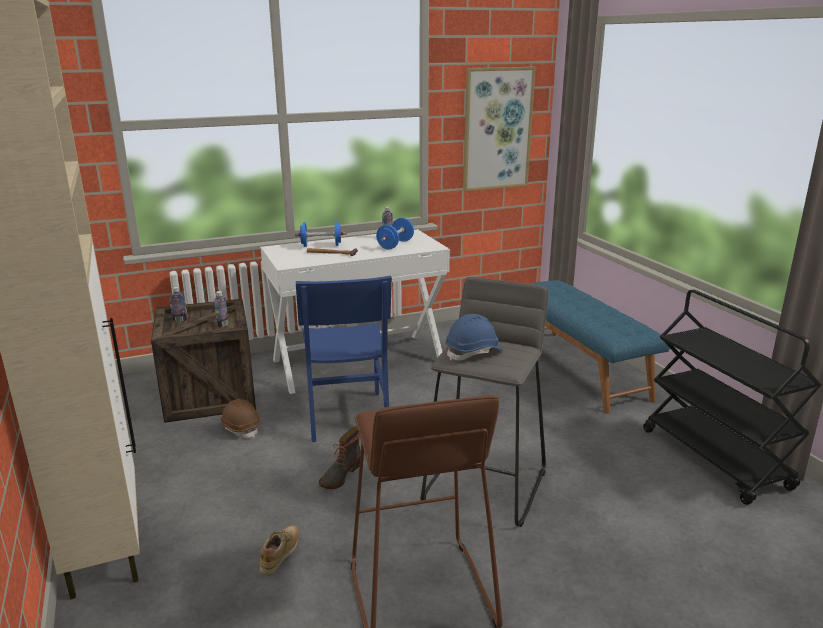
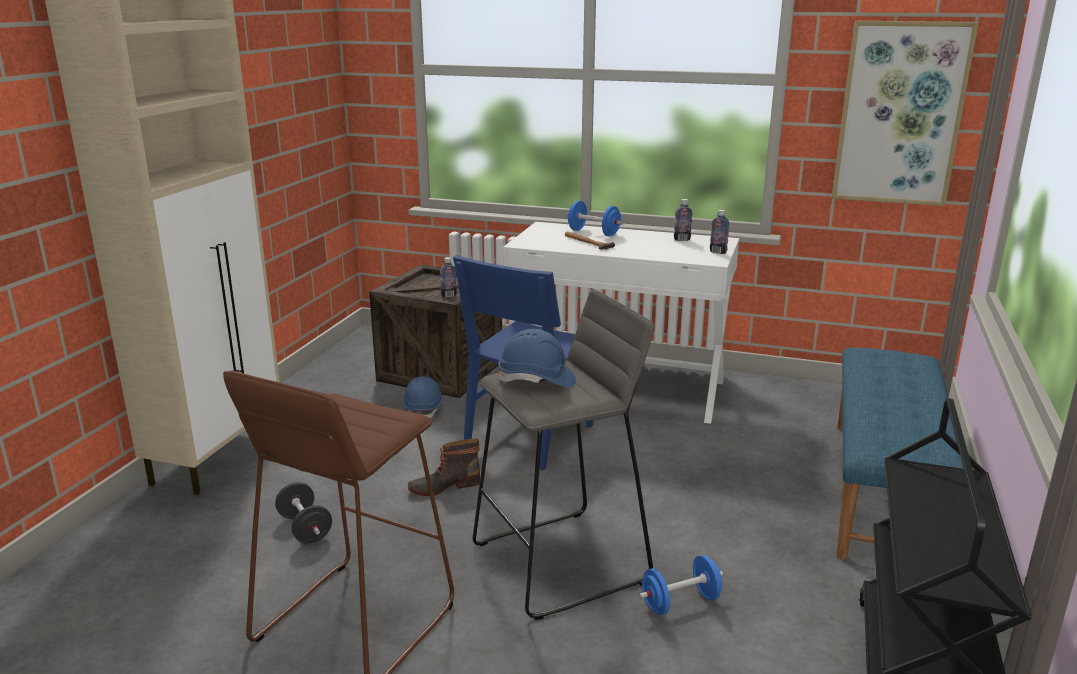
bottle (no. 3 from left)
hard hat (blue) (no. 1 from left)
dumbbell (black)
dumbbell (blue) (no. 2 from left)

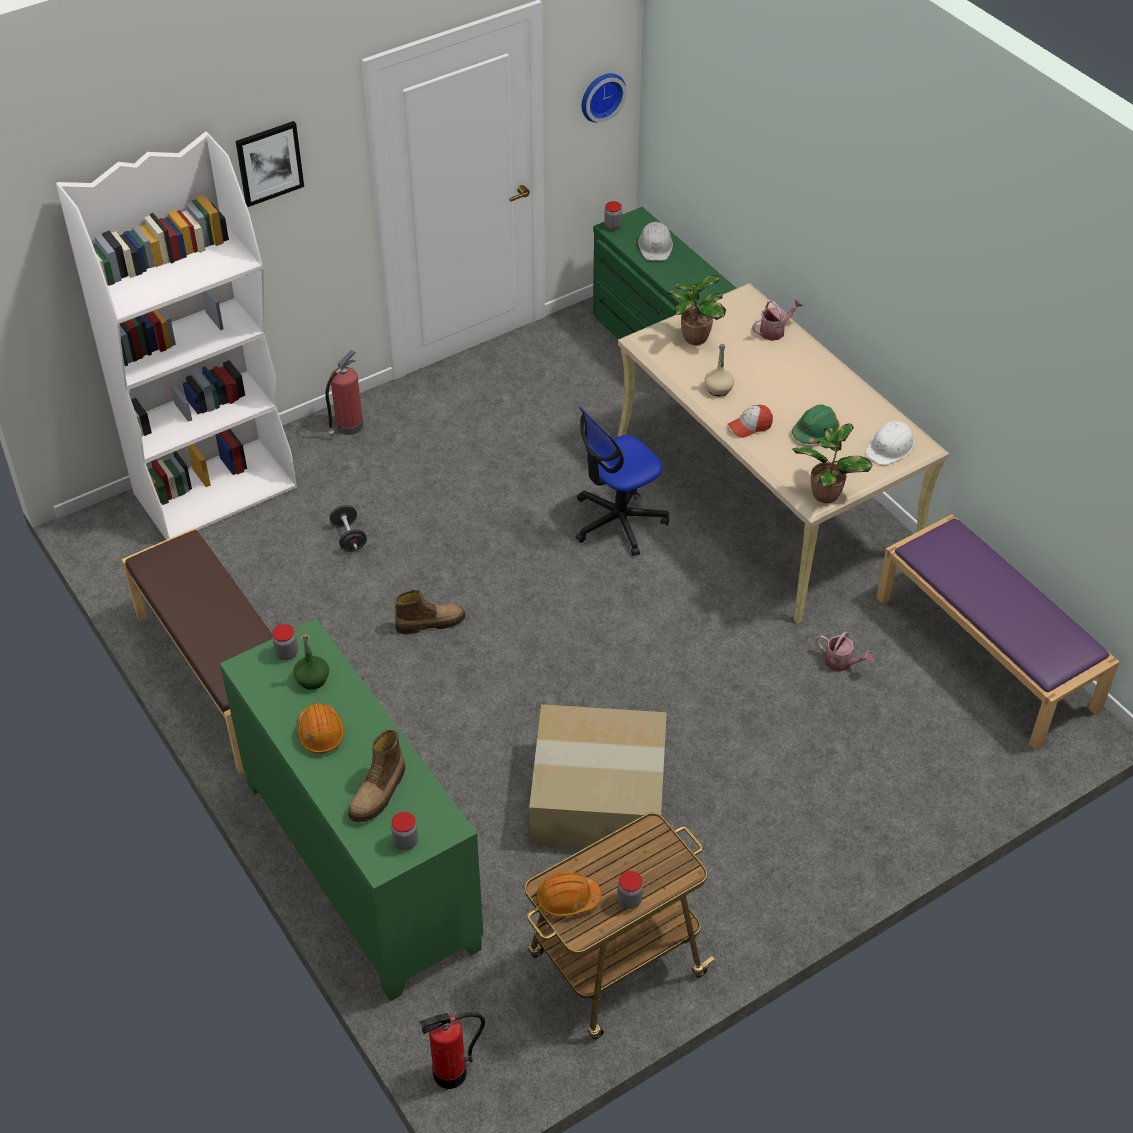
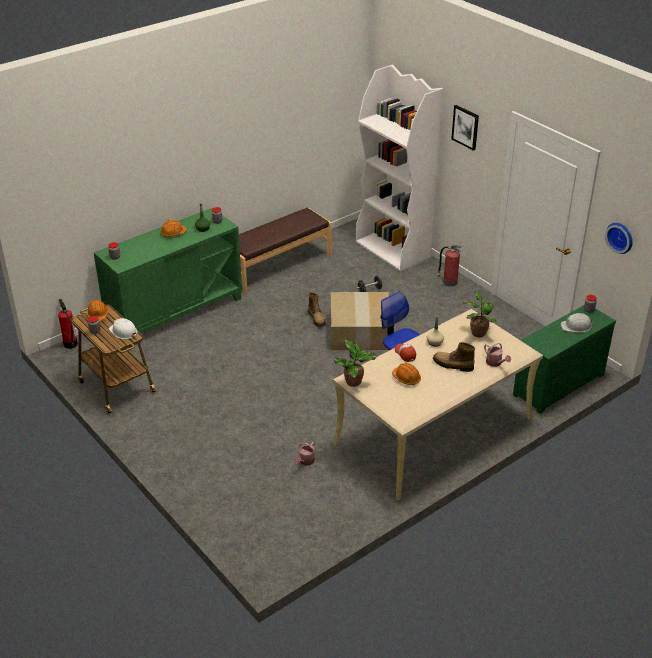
boot (no. 2 from left)
cardboard box
hard hat (orange) (no. 3 from left)
hard hat (white) (no. 1 from left)
bench (purple)

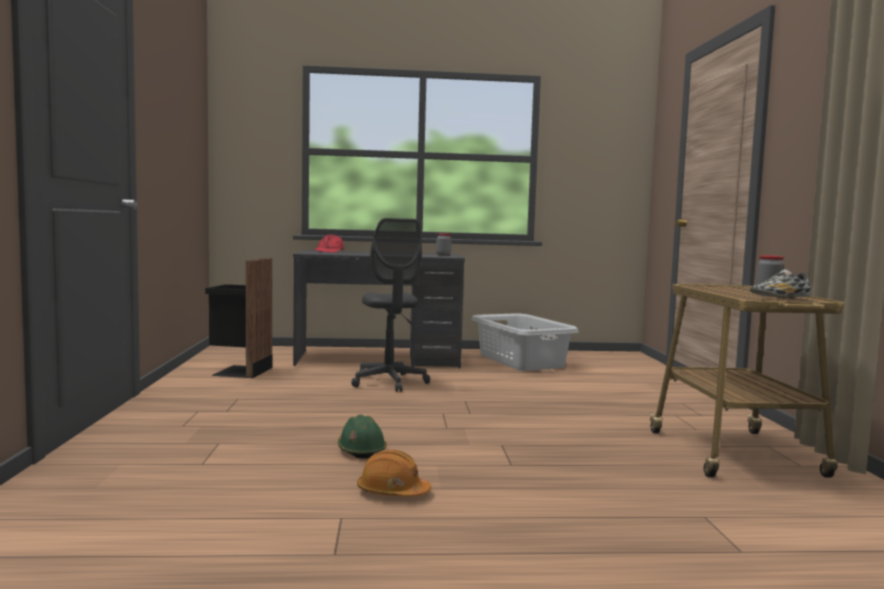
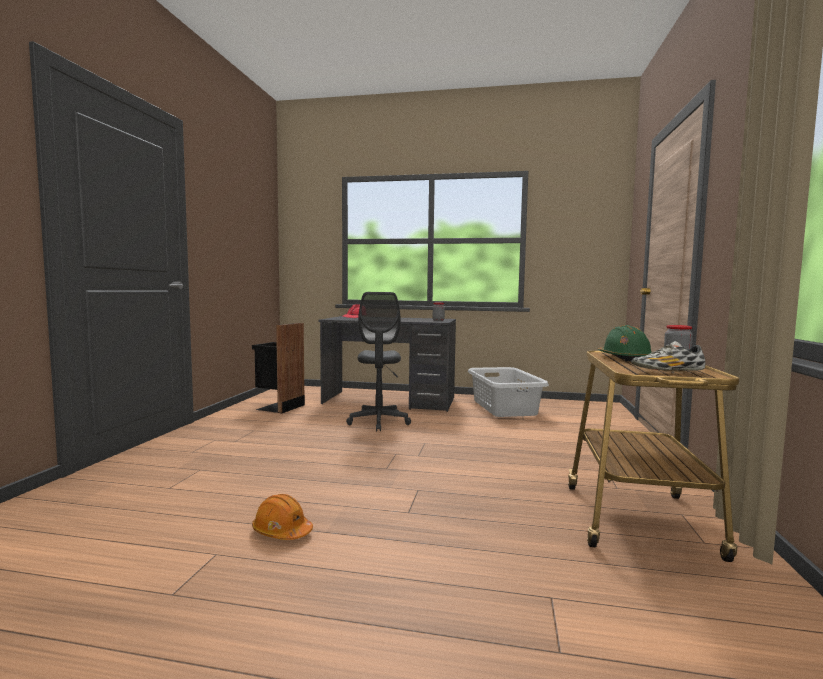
hard hat (green)

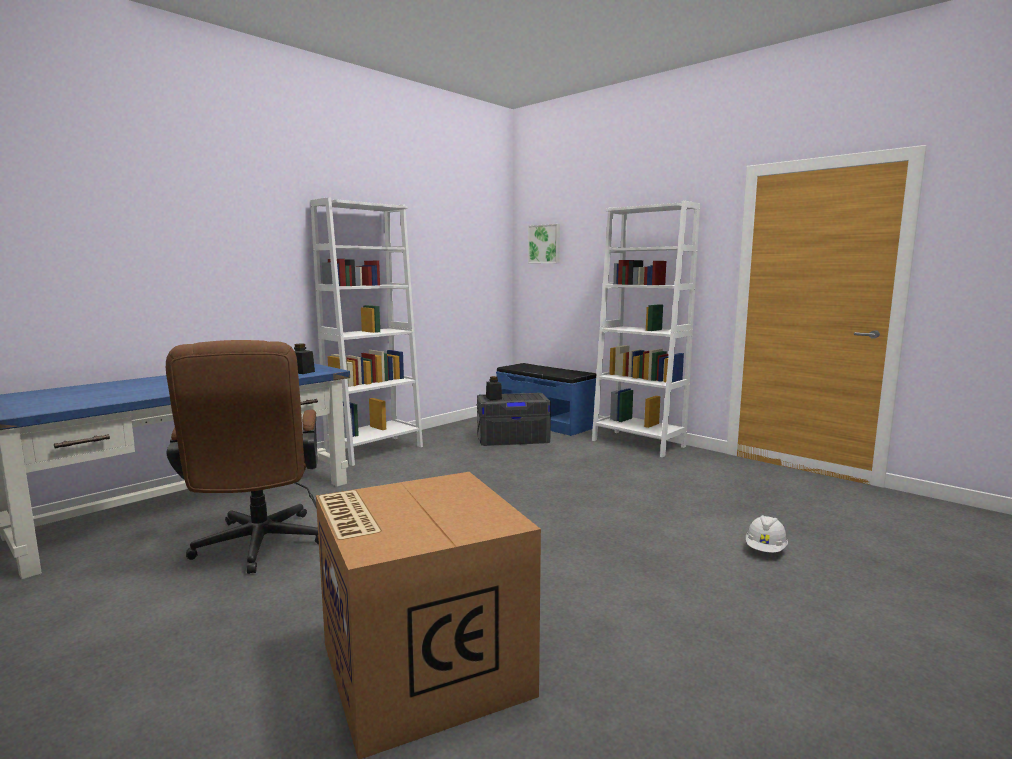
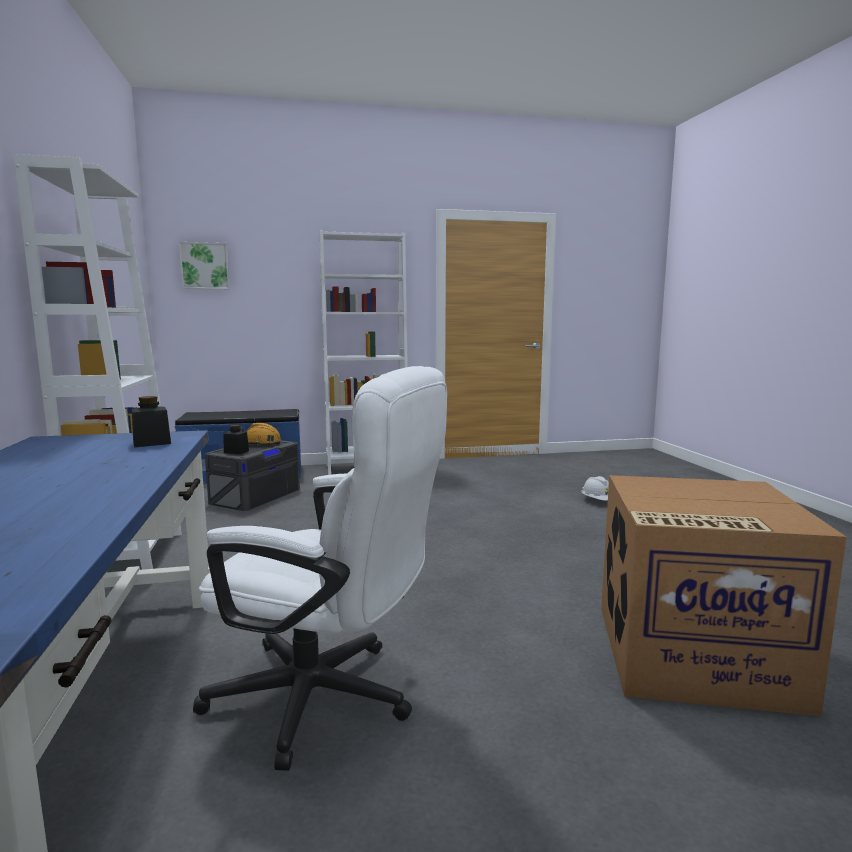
office chair (white)
hard hat (orange)

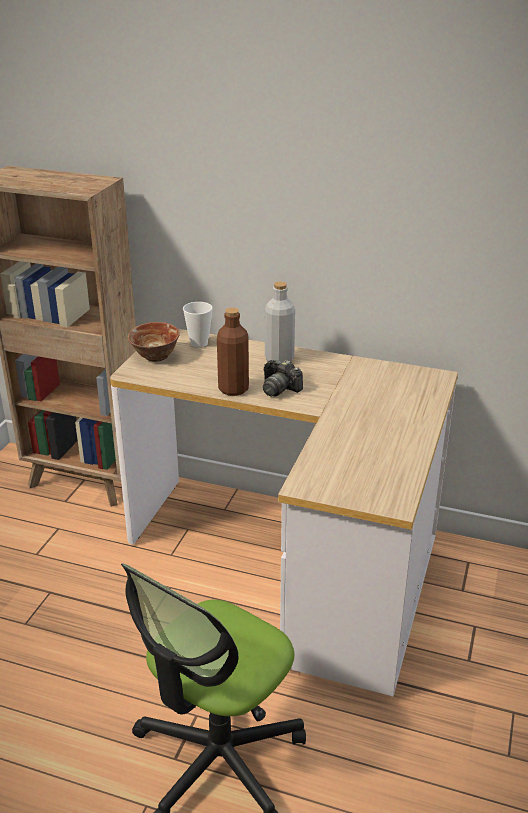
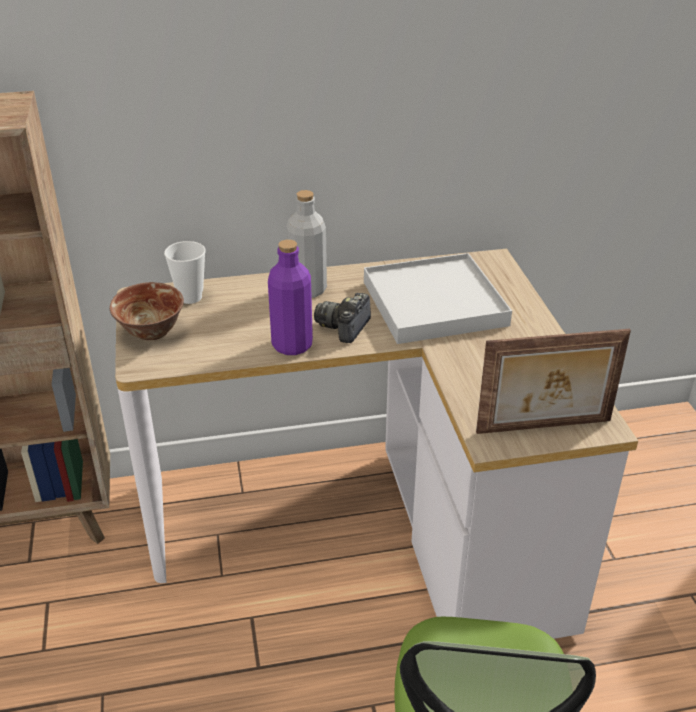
bottle (purple)
photo camera
tray (white)
picture frame

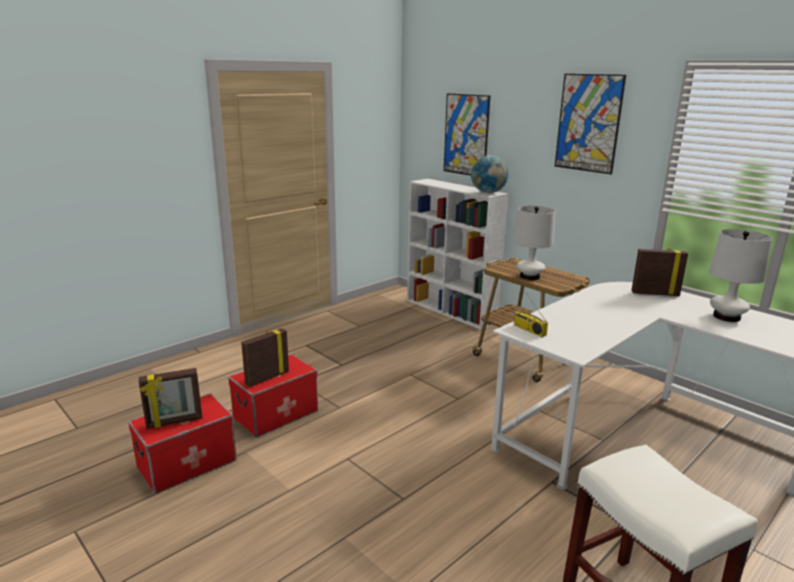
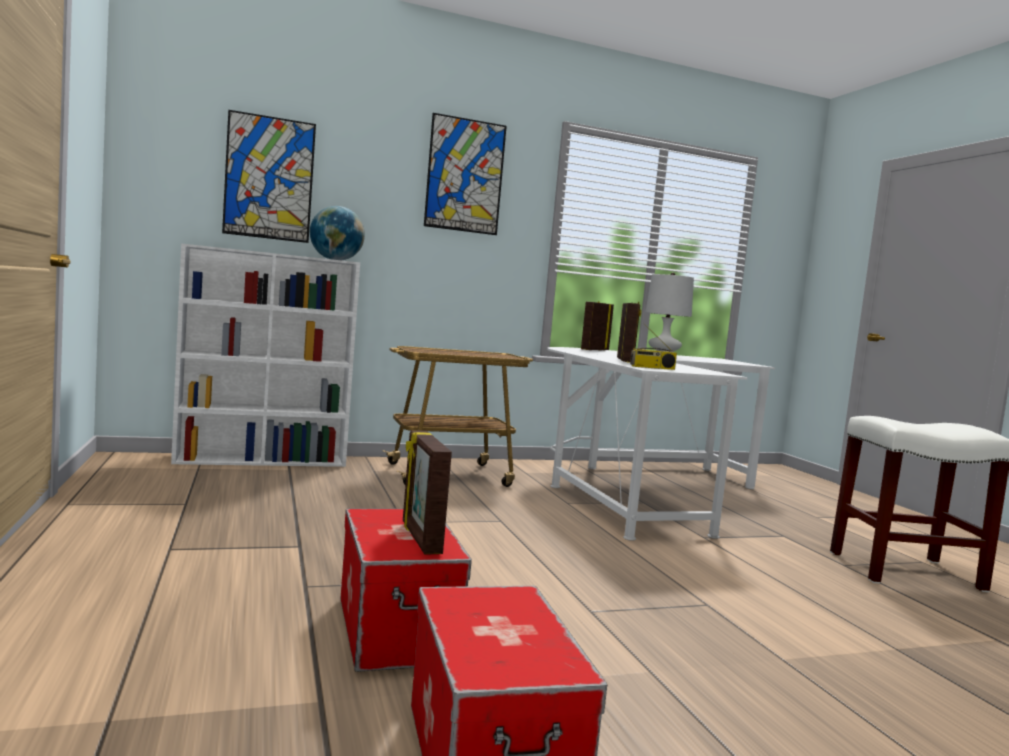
picture frame (no. 3 from left)
table lamp (white) (no. 1 from left in the first image)

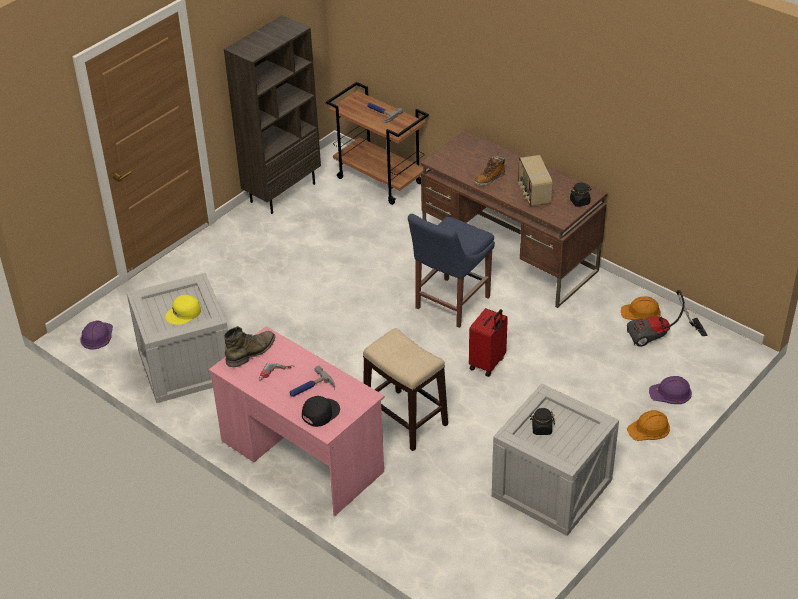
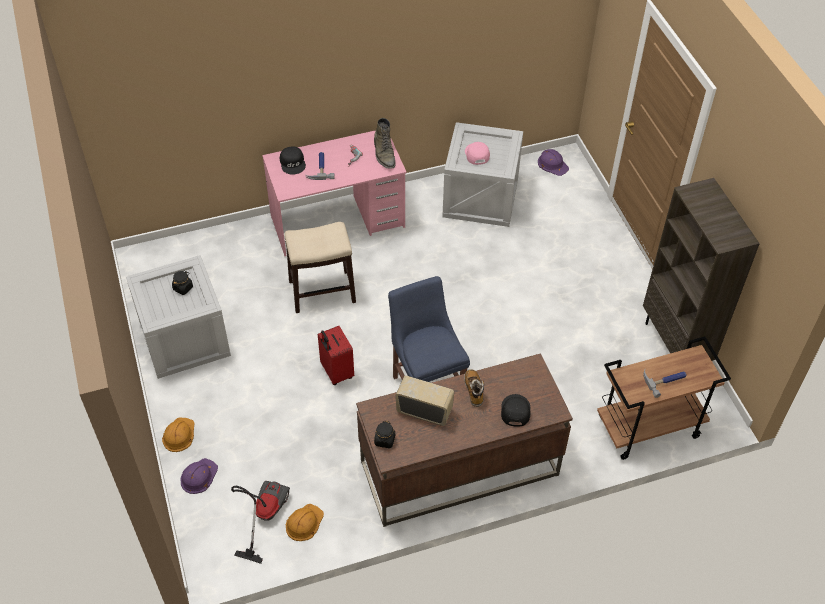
cap (pink)
cap (black) (no. 2 from left)

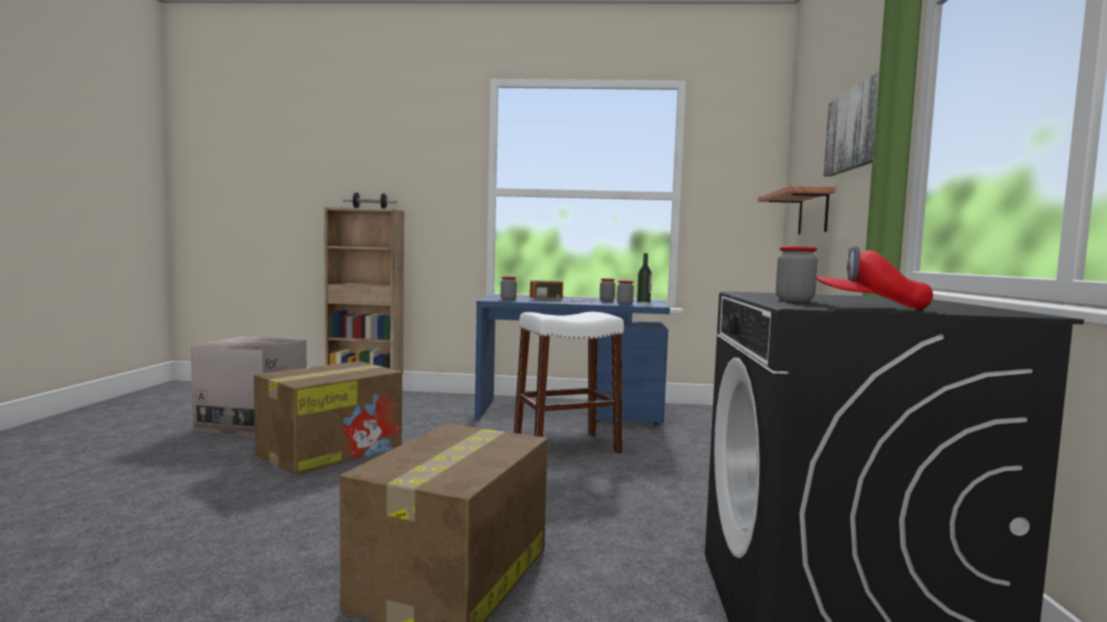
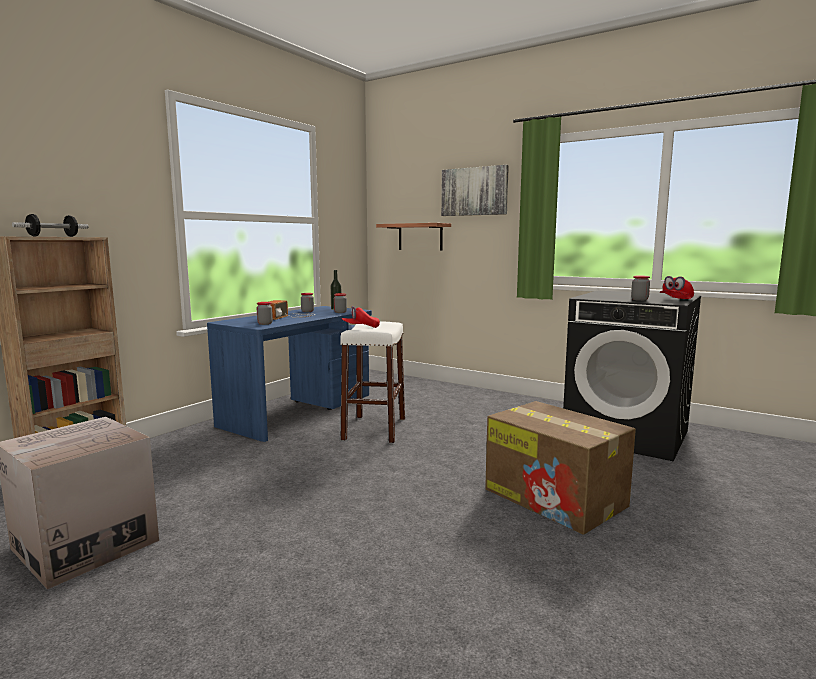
cardboard box (no. 2 from left in the first image)
cap (red) (no. 1 from left)

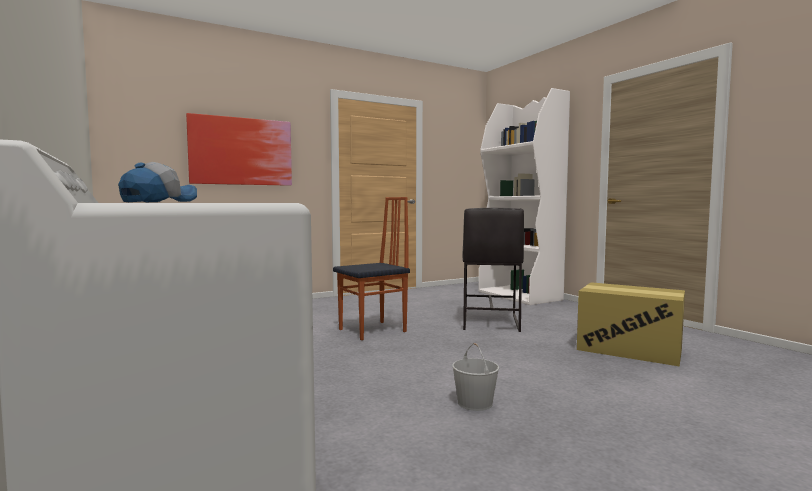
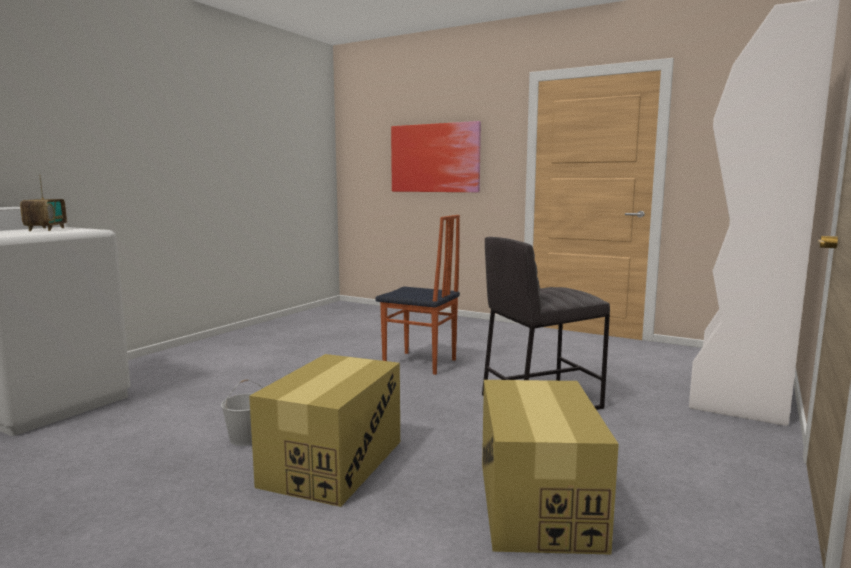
radio
cardboard box (no. 1 from left)

